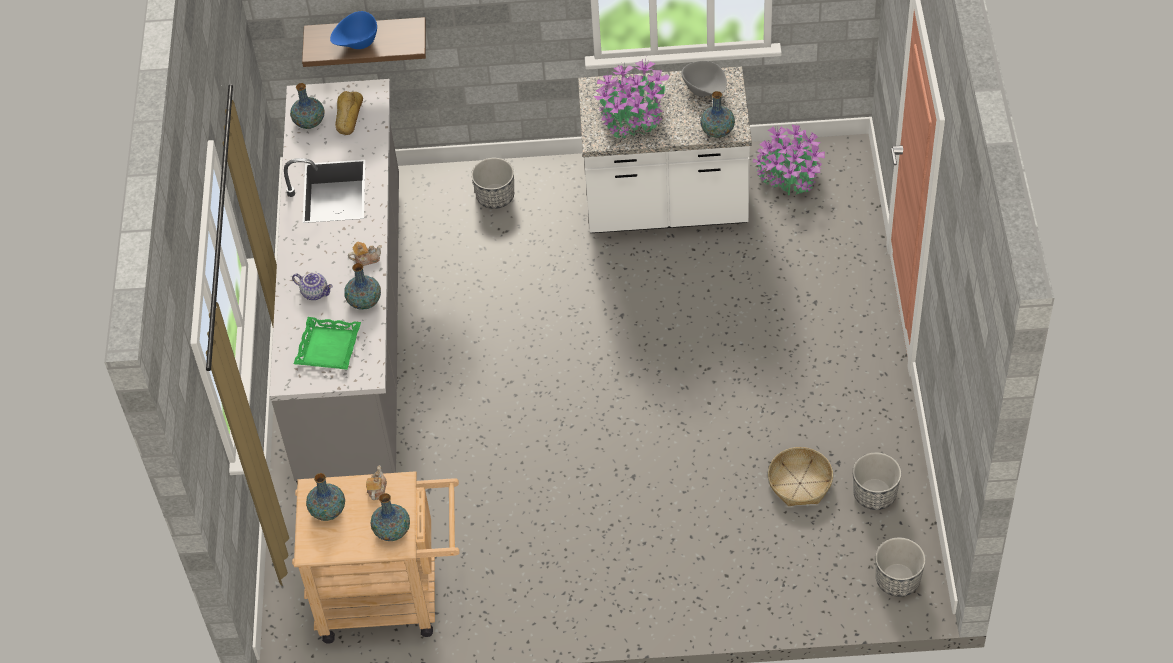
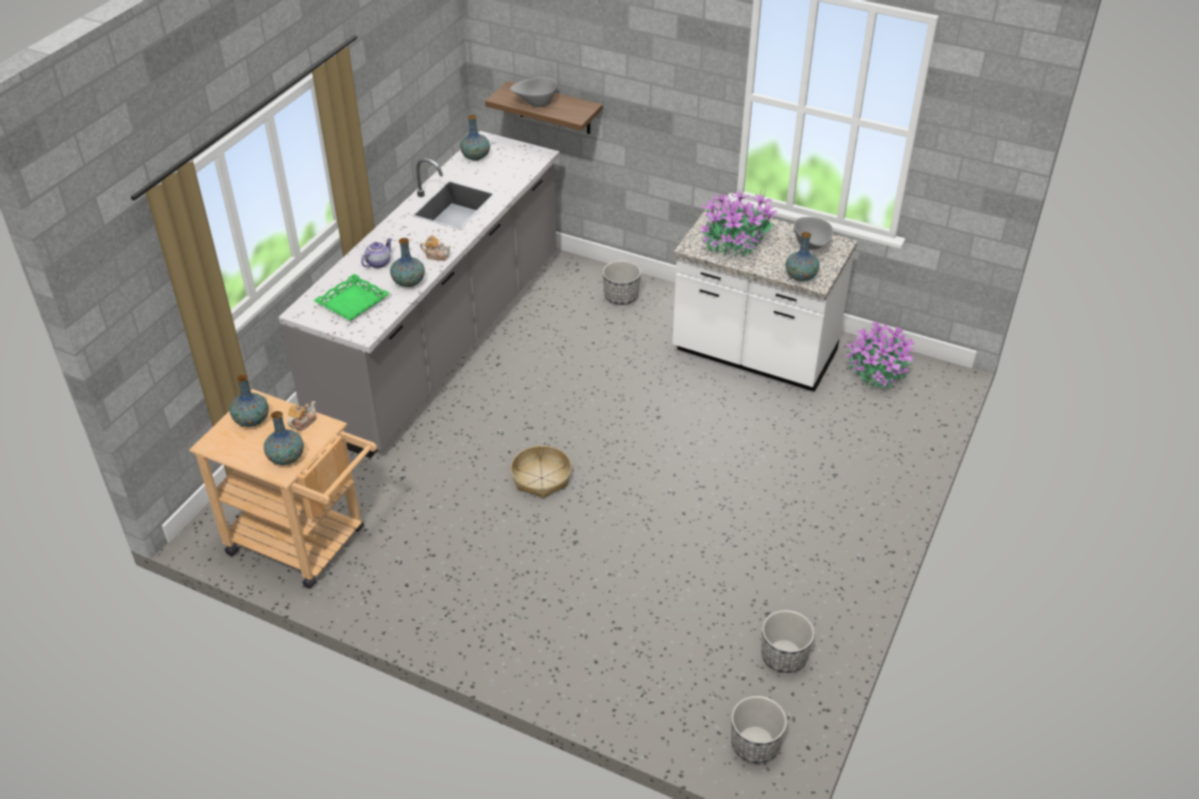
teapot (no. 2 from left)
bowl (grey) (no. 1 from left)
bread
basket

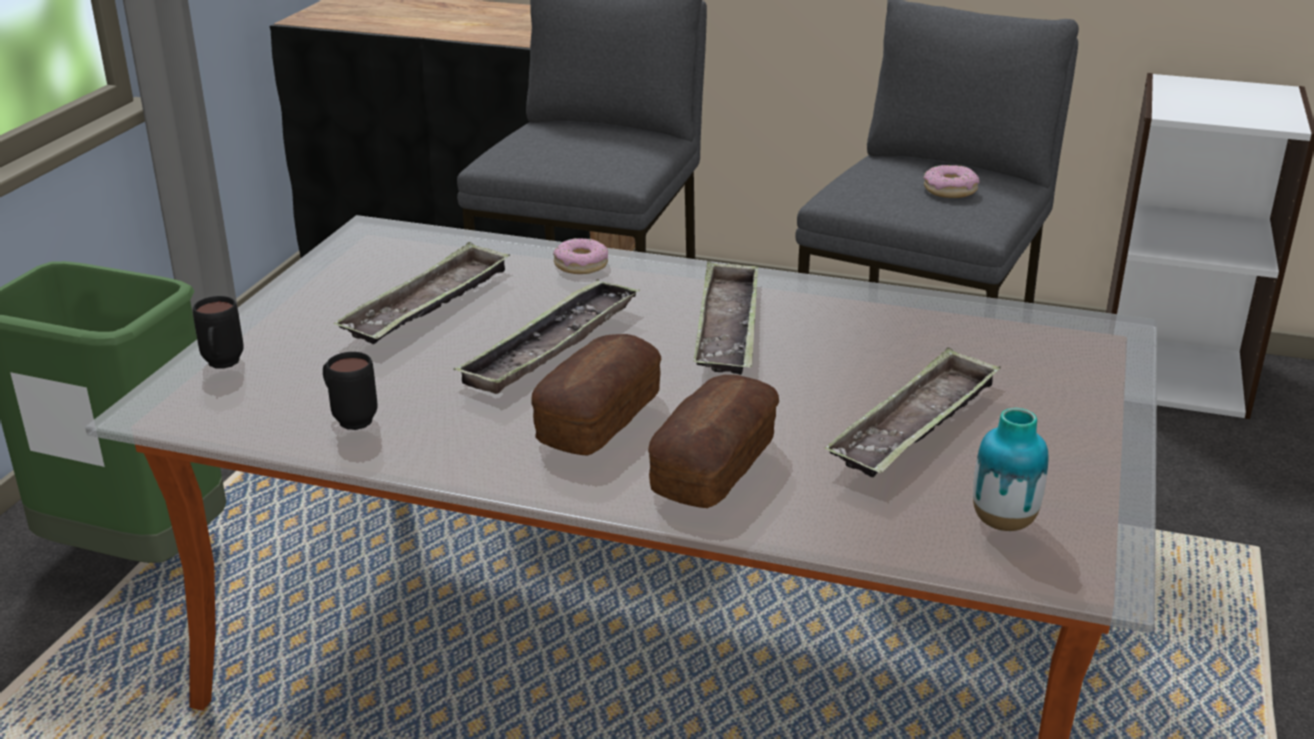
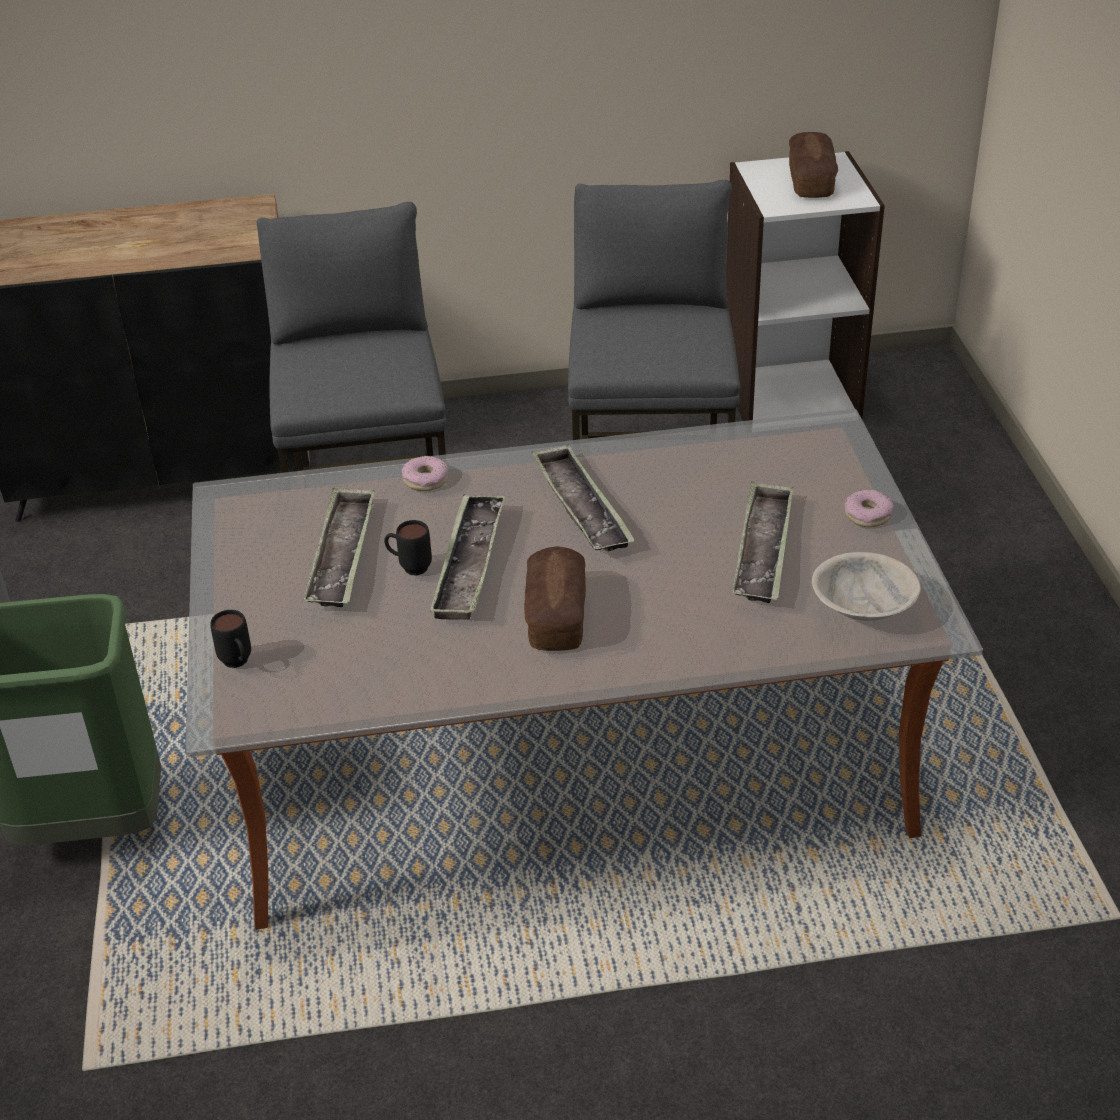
mug (black) (no. 2 from left)
bread (no. 2 from left)
donut (no. 2 from left)
bowl (beige)

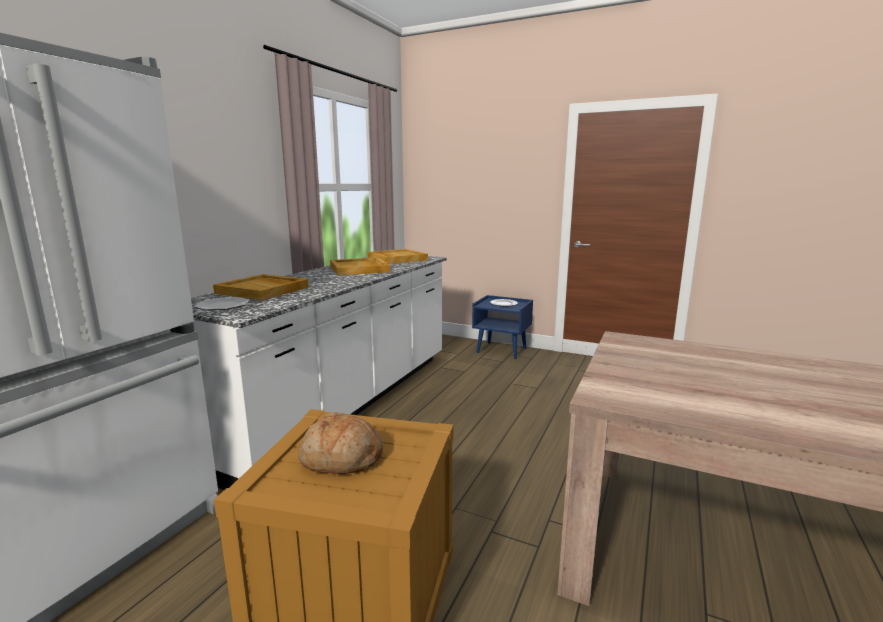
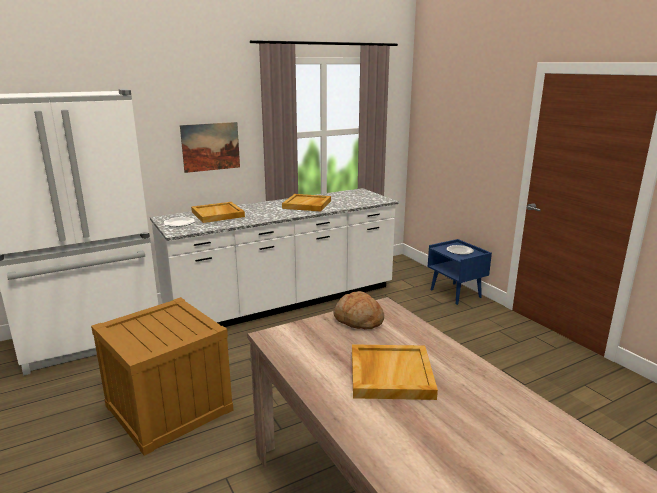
bread
tray (beige) (no. 3 from left)
picture

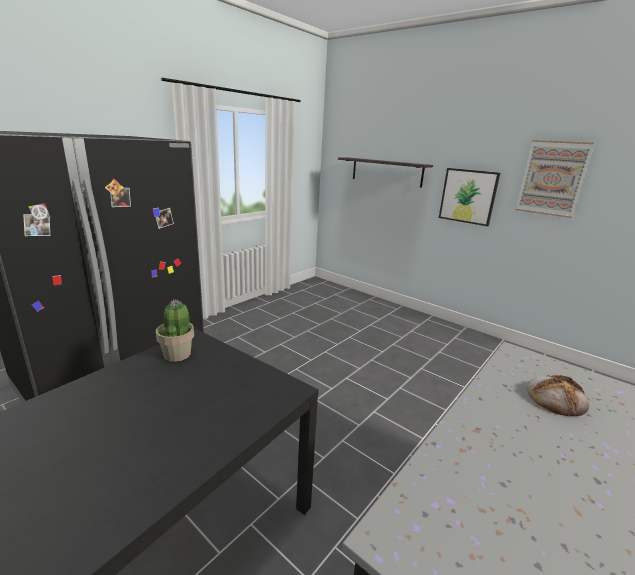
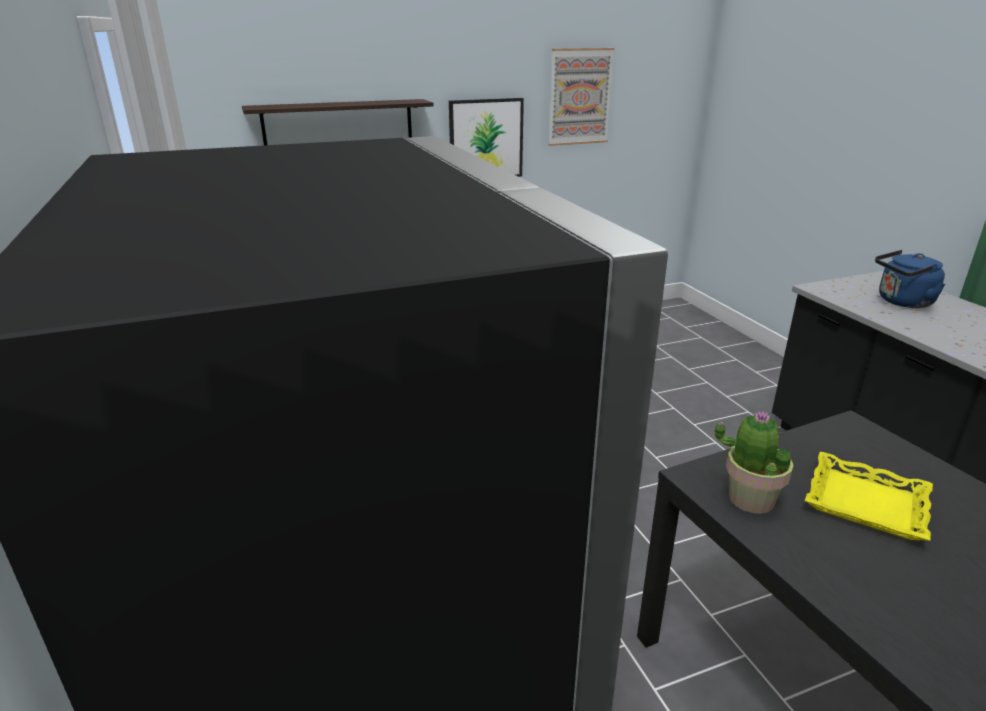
kettle (blue)
tray (yellow)

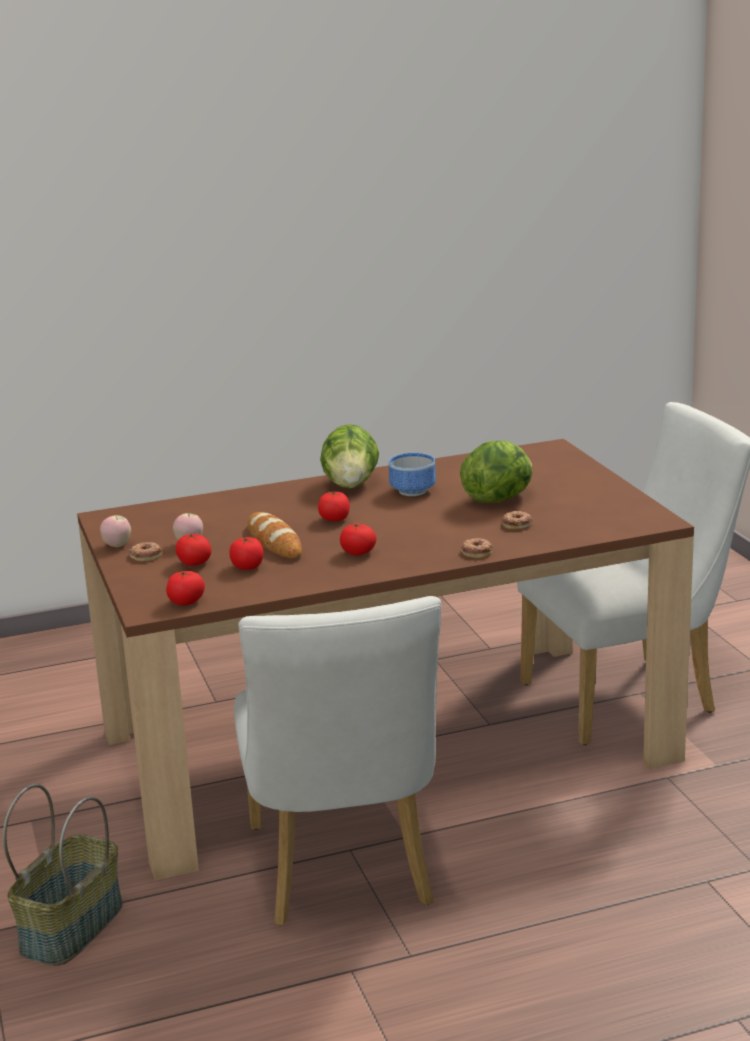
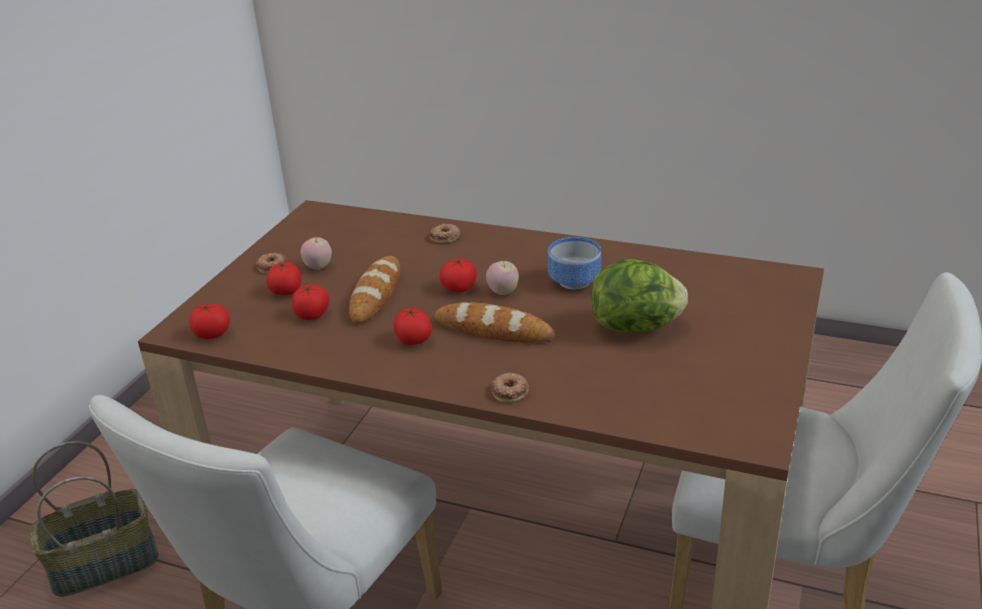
apple (no. 2 from left)
lettuce (no. 1 from left in the first image)
donut (no. 2 from left)
bread (no. 2 from left)

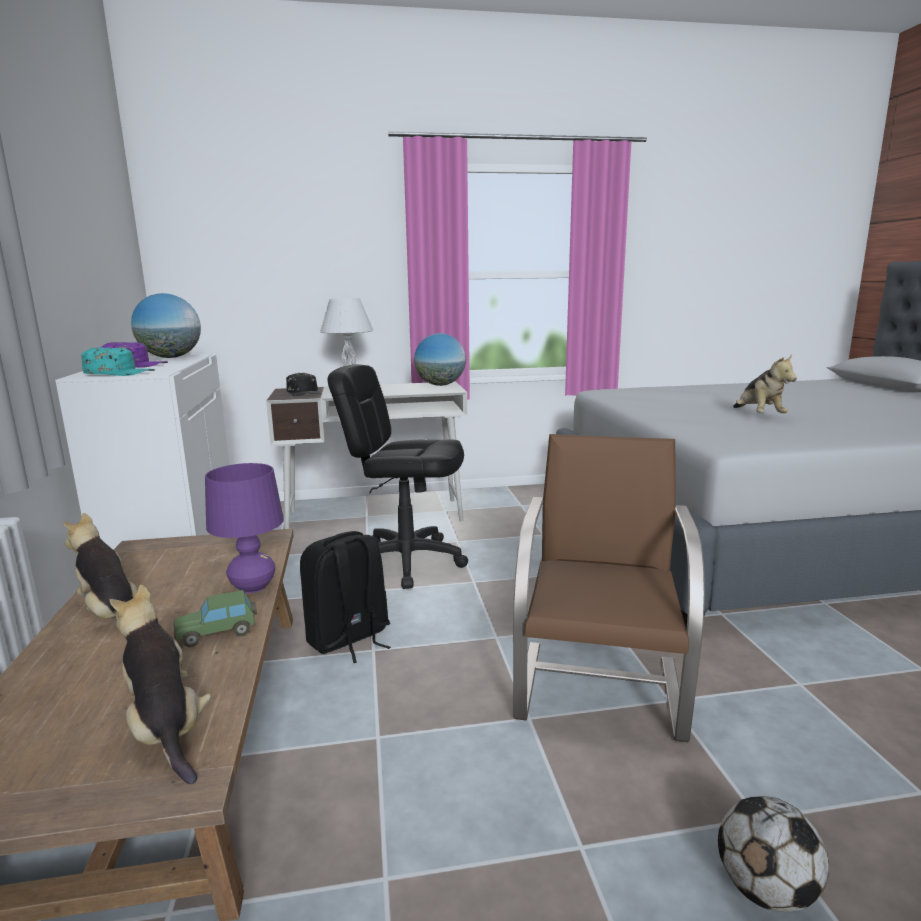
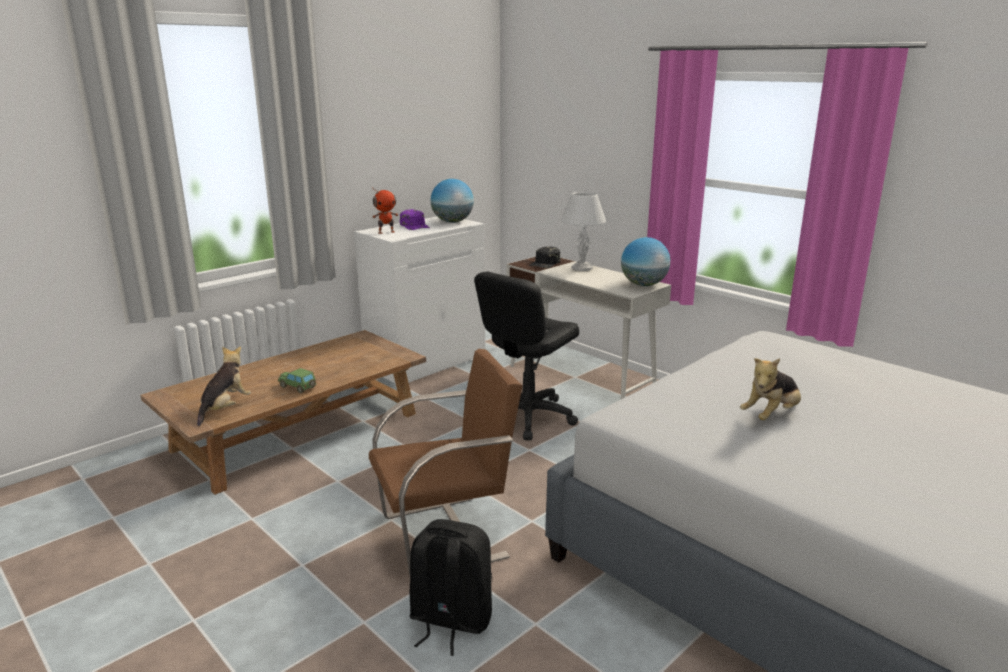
plush toy (no. 1 from left in the first image)
toy robot
table lamp (purple)
backpack (black)
office chair (black)
football

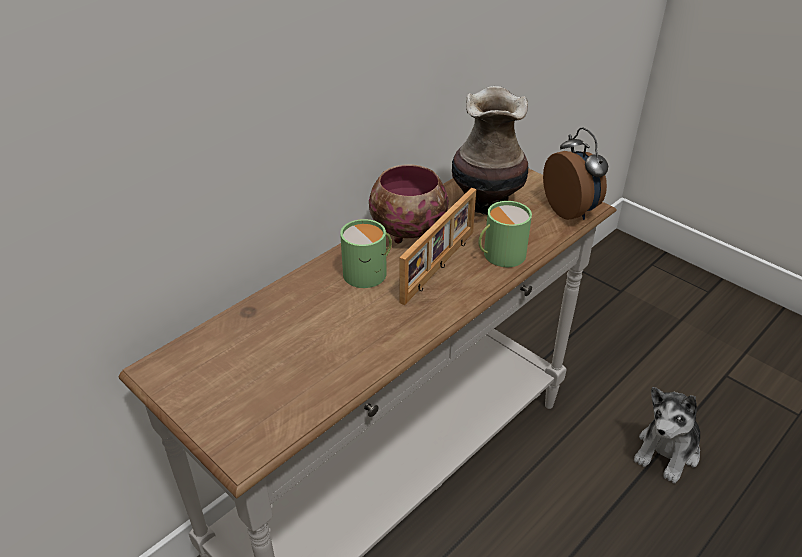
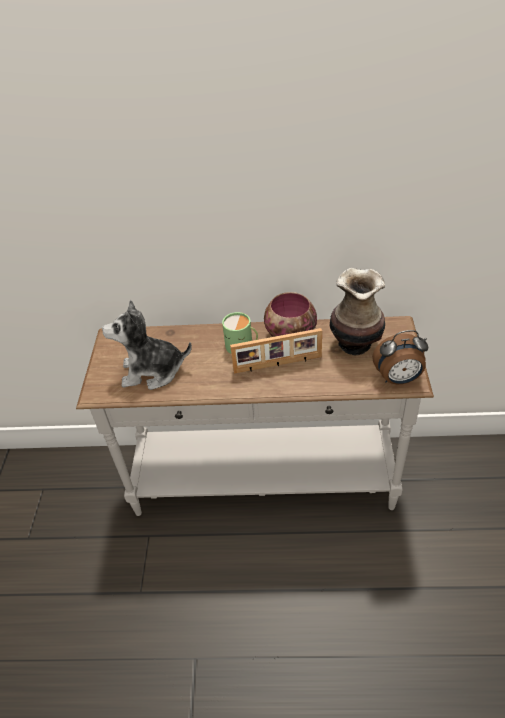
mug (green) (no. 2 from left in the first image)
alarm clock
plush toy

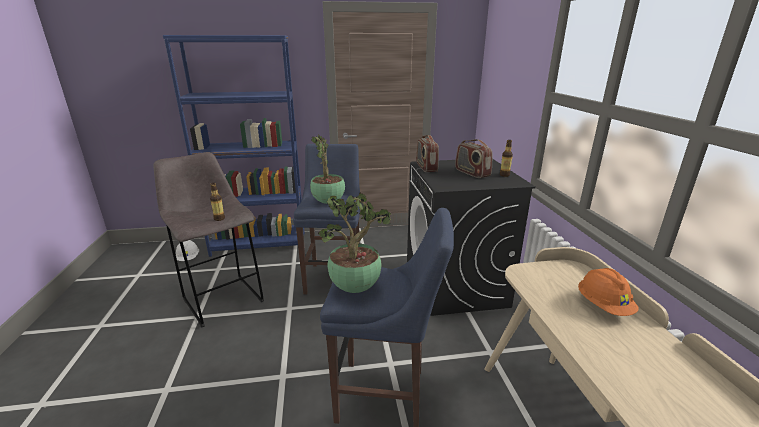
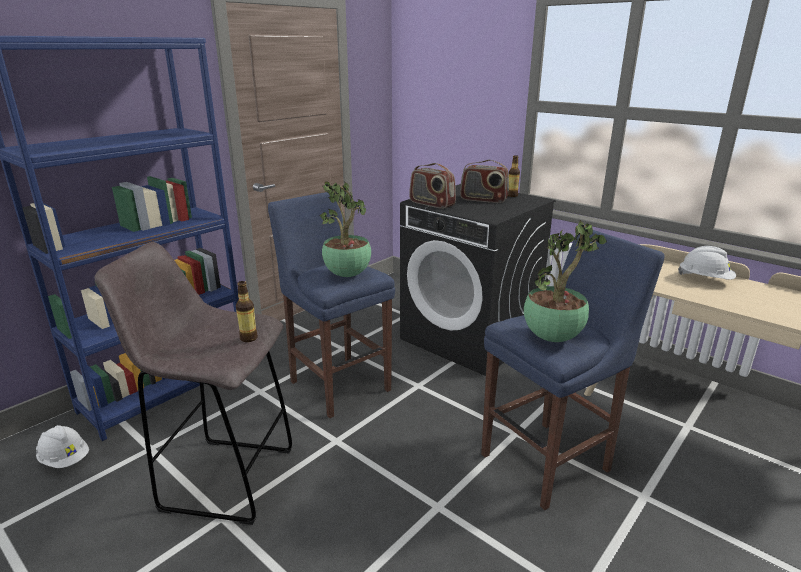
hard hat (white) (no. 2 from left)

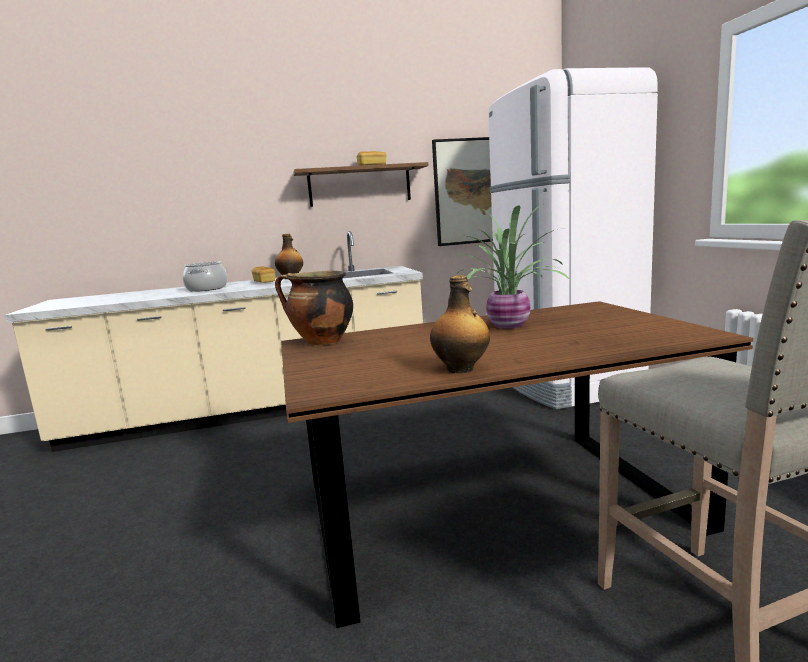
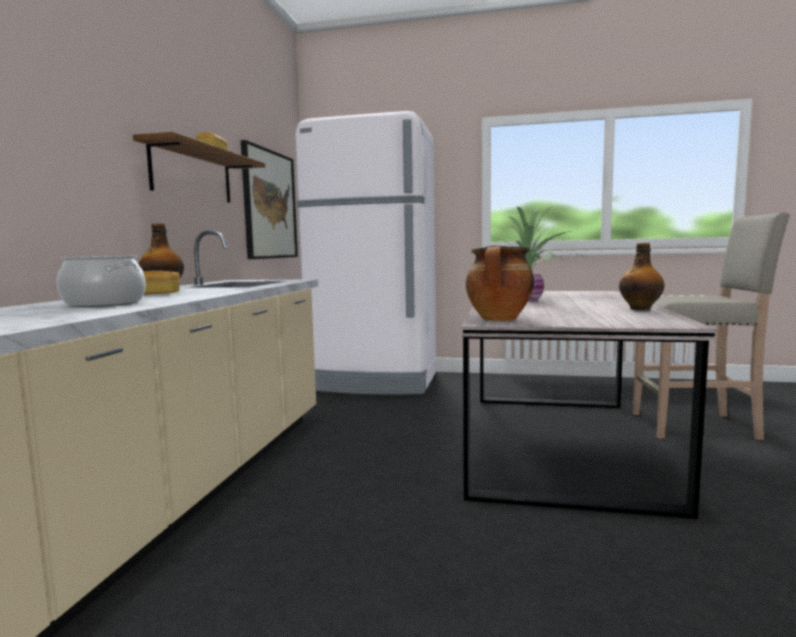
dining table (grey)

